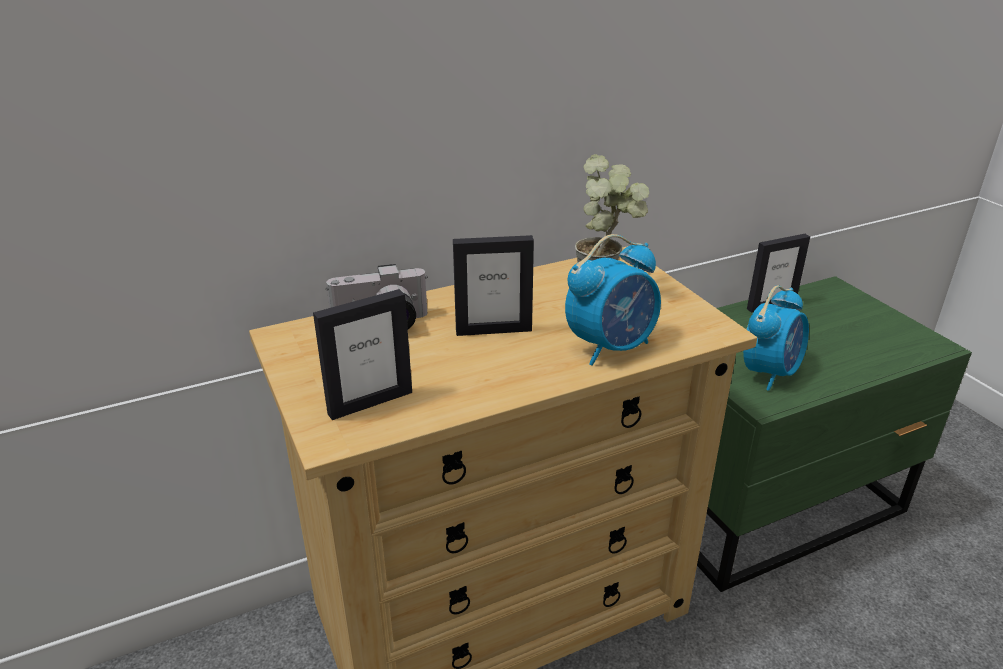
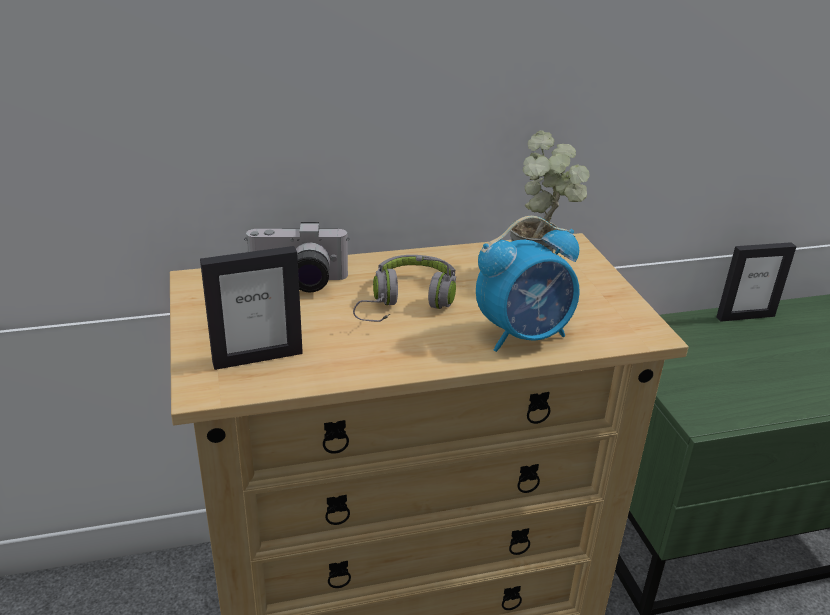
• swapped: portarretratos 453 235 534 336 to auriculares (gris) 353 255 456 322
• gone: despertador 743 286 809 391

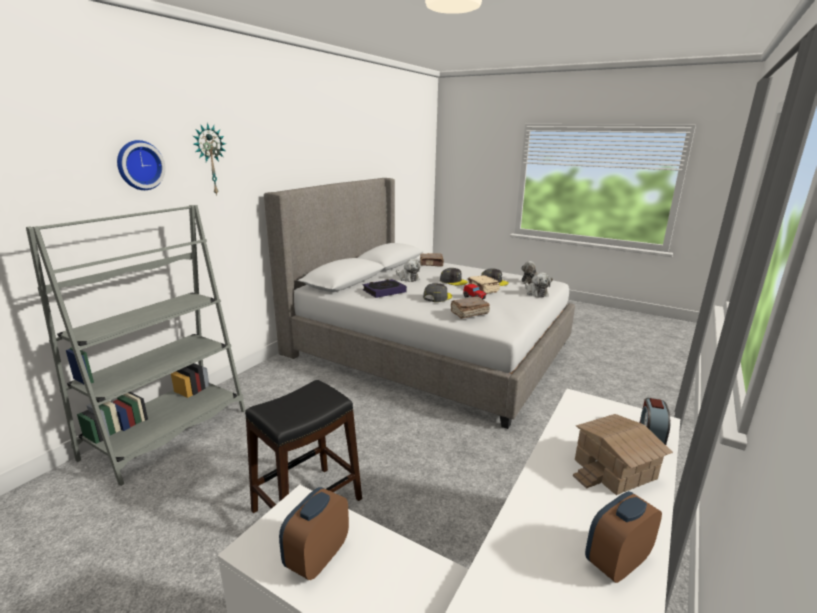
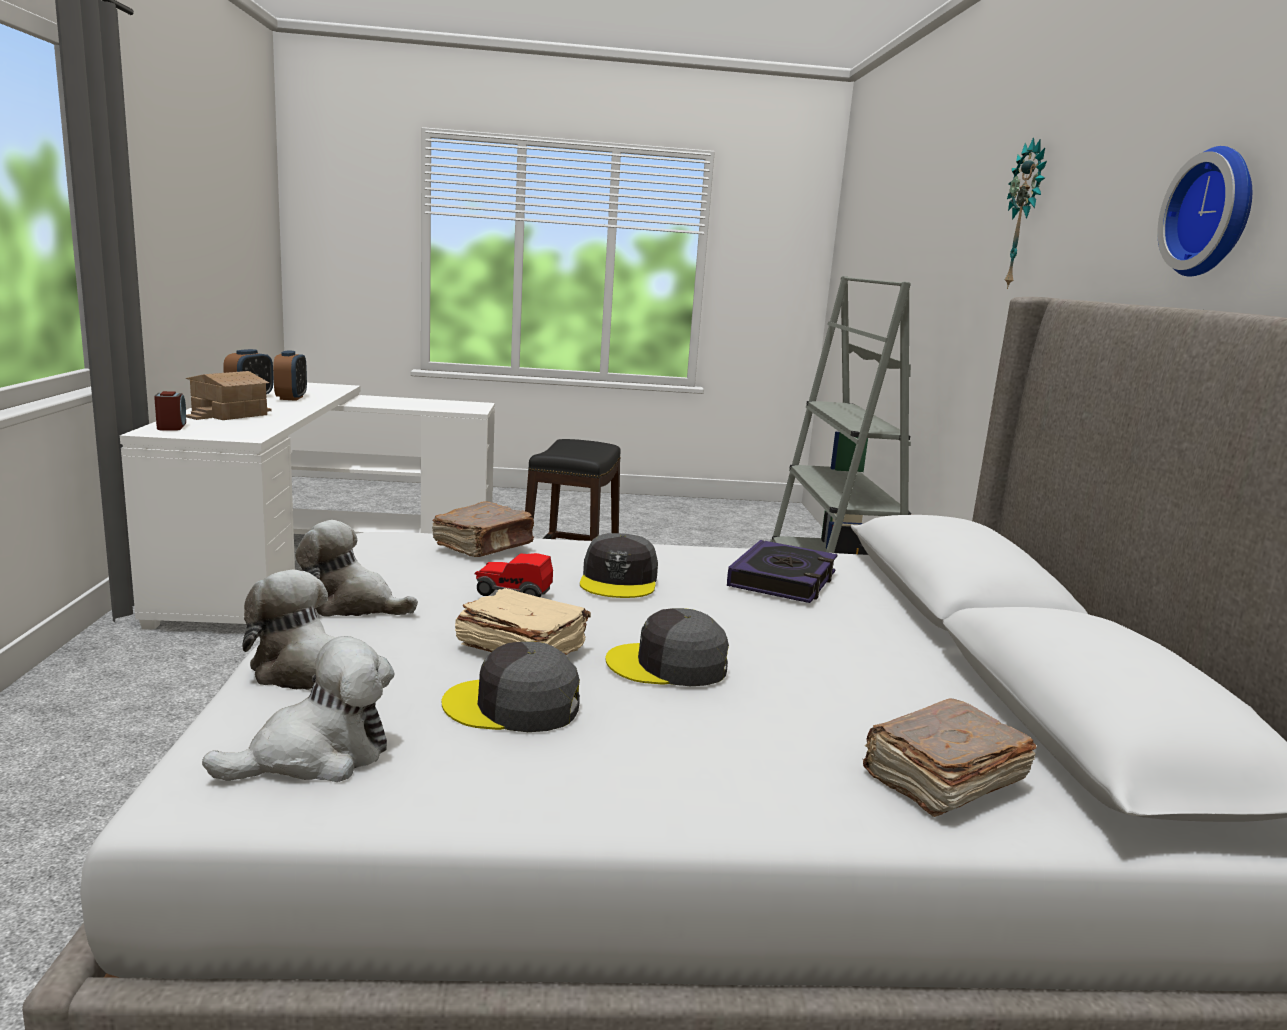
• shifted: despertador 279 487 349 580 to 273 350 307 401
• shifted: peluche 396 259 421 282 to 295 520 418 616
• shifted: reloj de pared 117 140 166 190 to 1157 146 1252 277

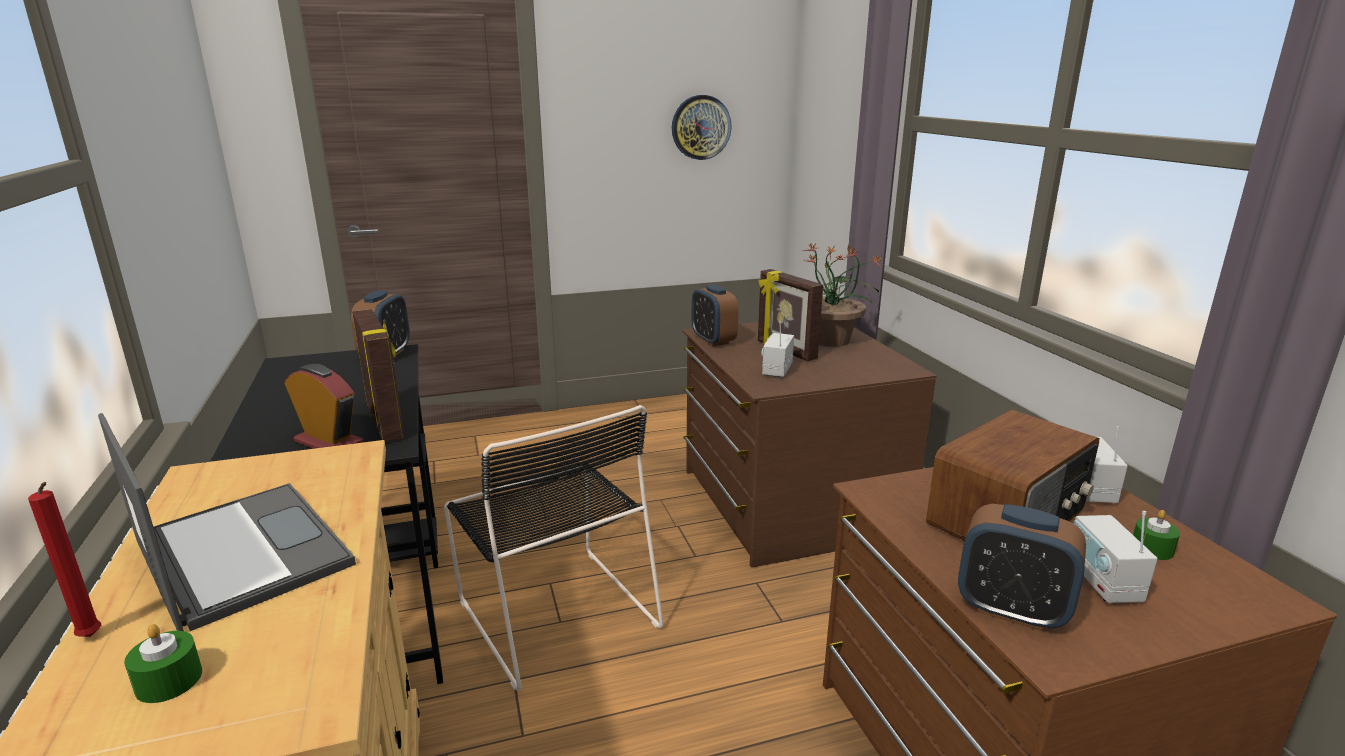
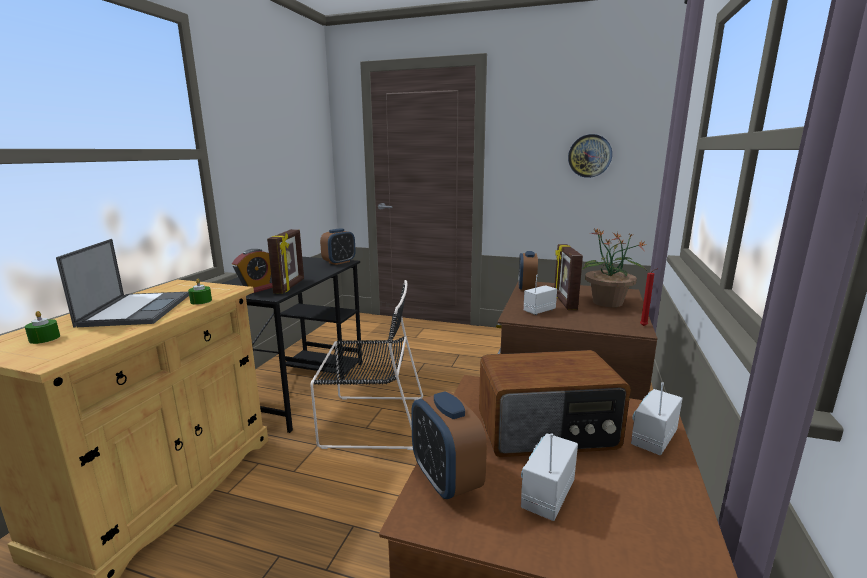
• shifted: vela (verde) 1133 510 1180 560 to 188 279 212 305
• rotated: despertador 284 364 364 449 = 232 249 273 294 60 degrees clockwise
• rotated: silla (negro) 444 405 664 691 = 310 280 423 450 90 degrees counterclockwise
• shifted: vela (rojo) 28 482 101 637 to 640 269 657 326

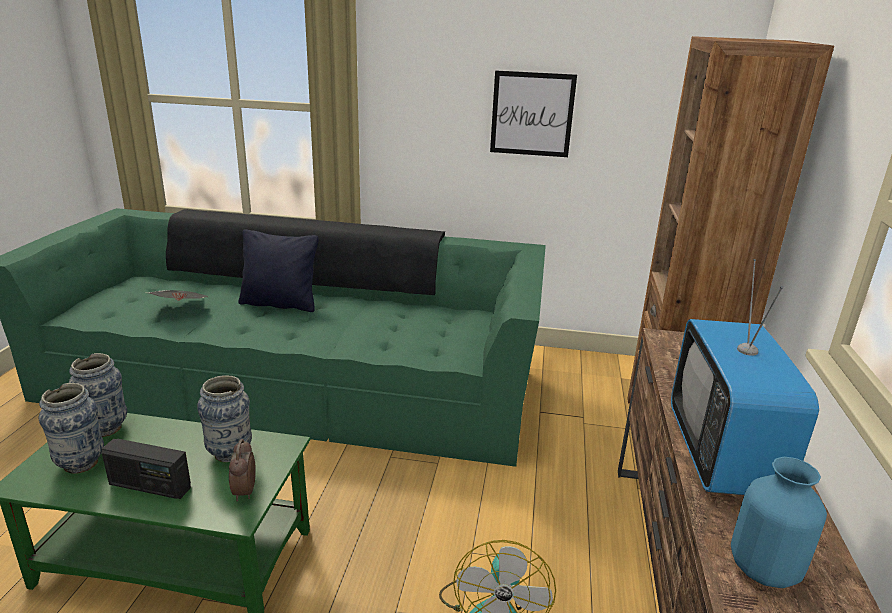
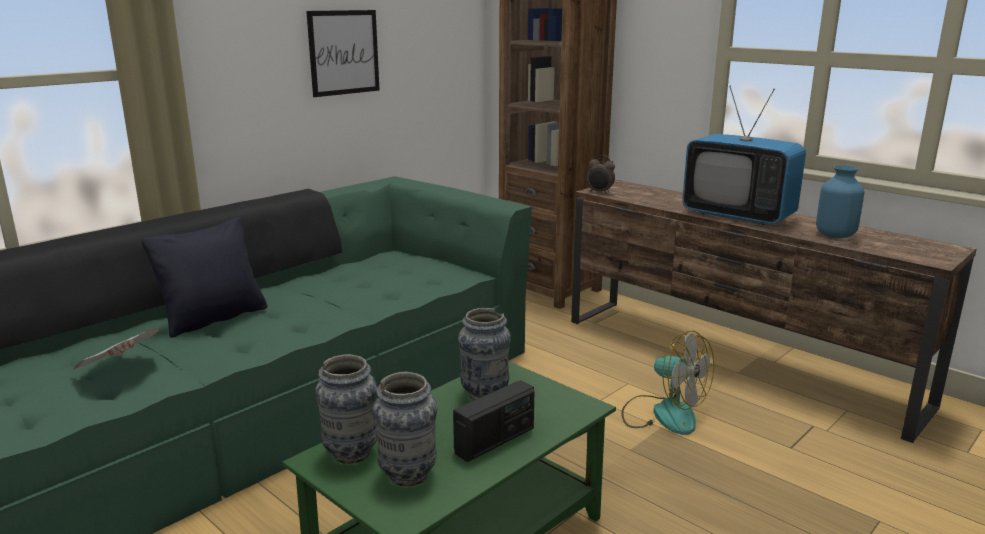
• shifted: despertador 229 439 256 501 to 587 155 615 194

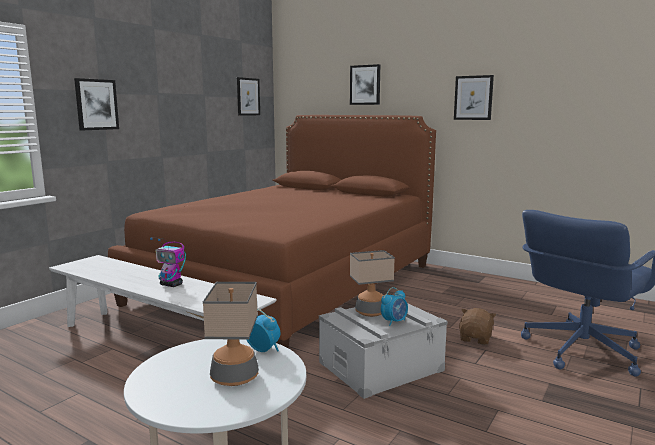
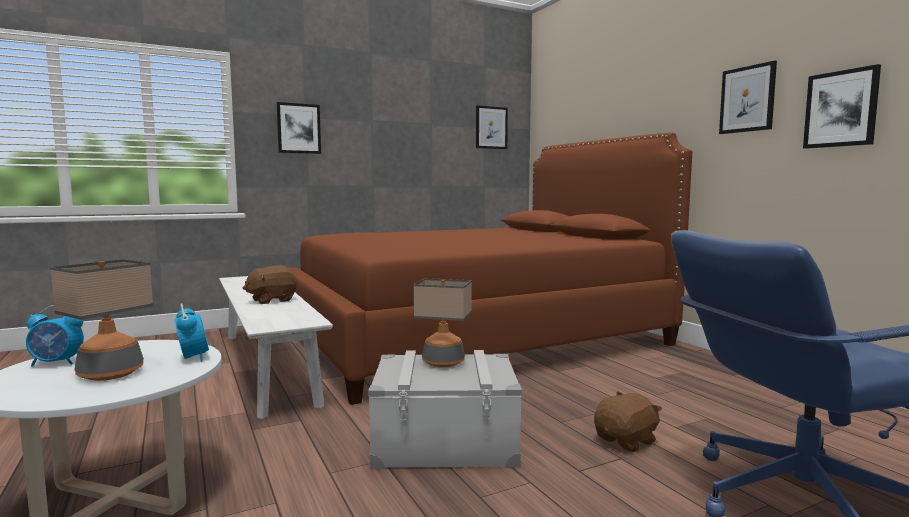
• shifted: despertador 381 287 408 326 to 26 305 84 367
• swapped: robot de juguete 150 237 186 287 to peluche (marrón) 243 265 297 304
• shifted: cuadro 350 64 380 105 to 803 64 881 149

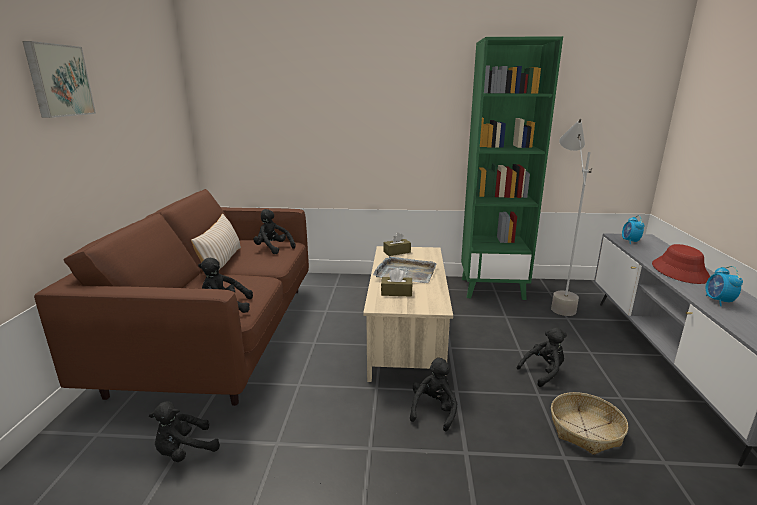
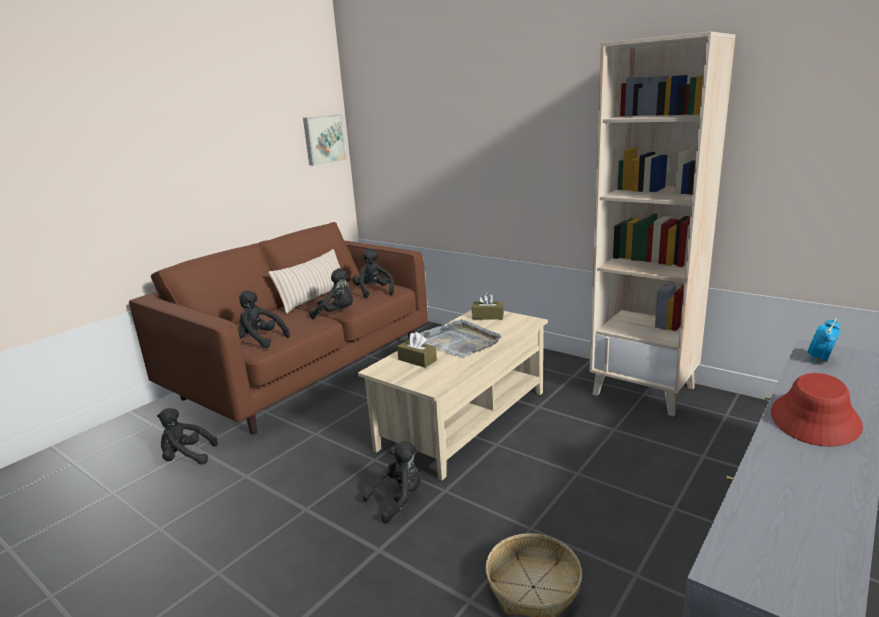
• shifted: cuadro 23 41 96 118 to 303 114 346 166
• shifted: peluche (negro) 517 327 567 387 to 309 268 353 319
• repainted: estantería (verde) 461 36 563 300 to estantería (beis) 590 32 736 416
• gone: lámpara de pie (gris) 551 119 593 316
• gone: despertador 706 266 743 306

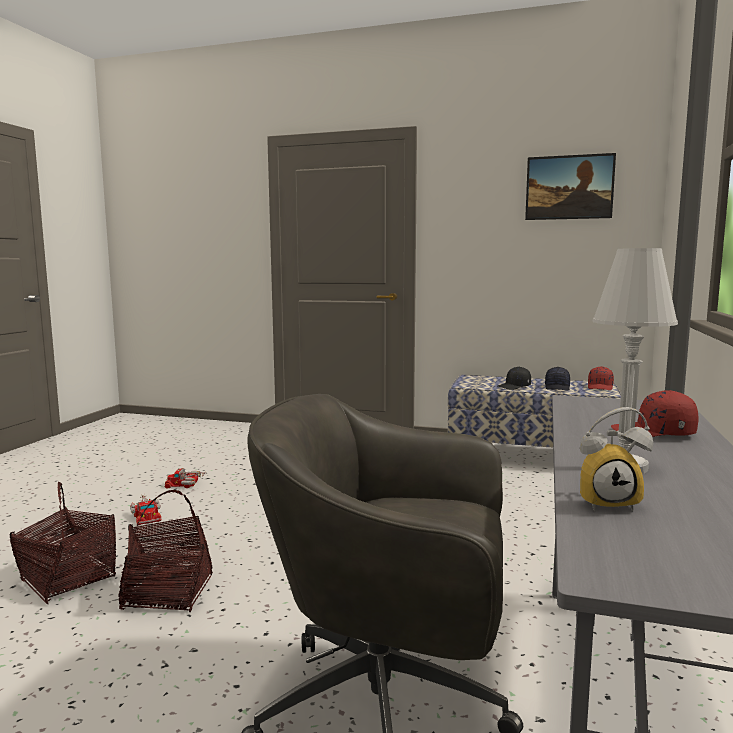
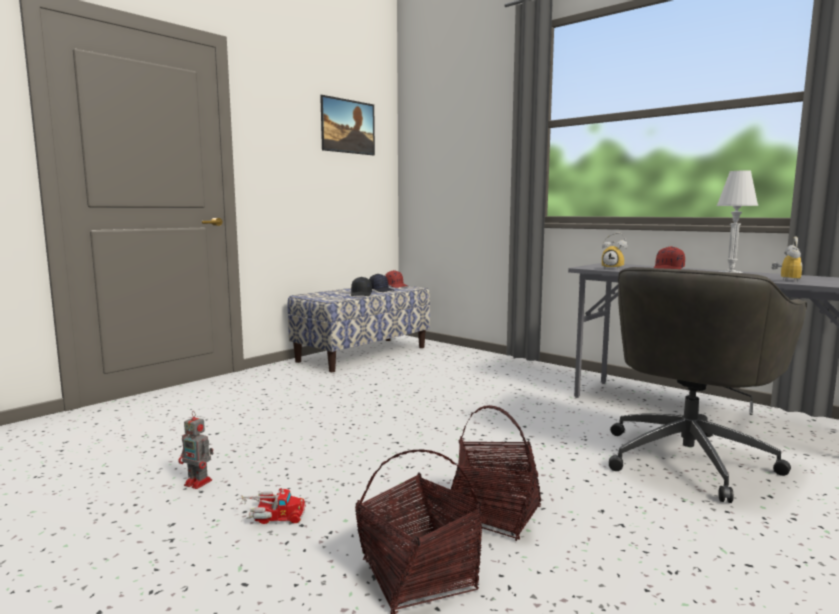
• swapped: camión de juguete 164 468 206 488 to robot de juguete 179 411 213 489
• new: despertador 602 232 628 269

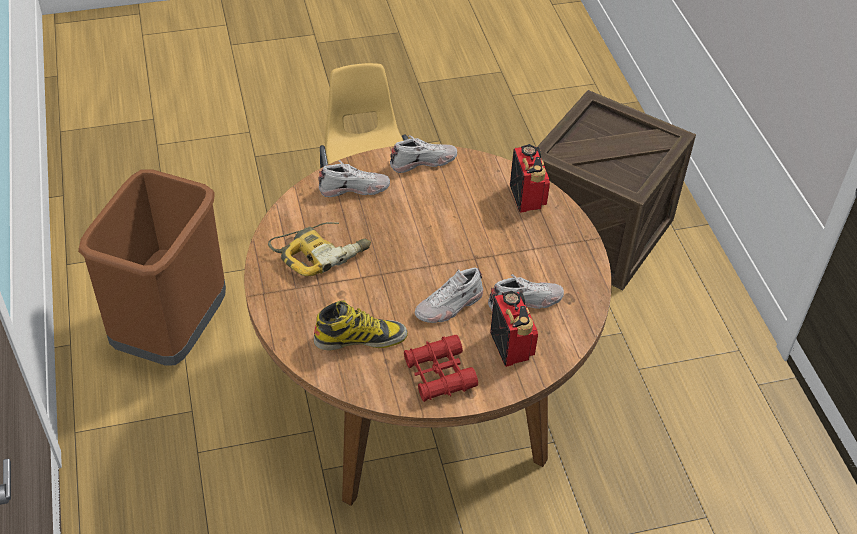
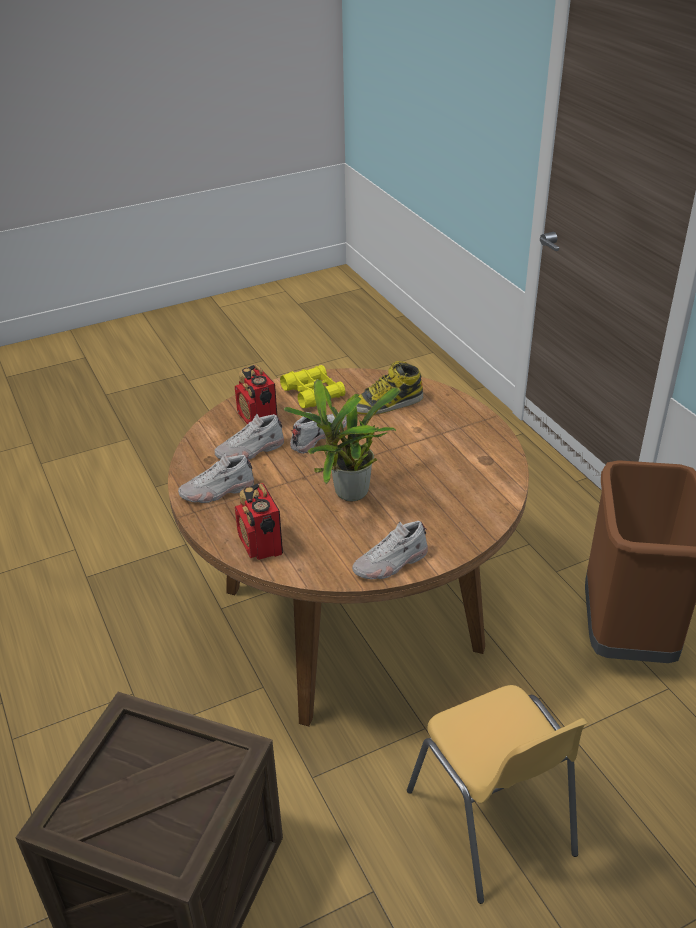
• shifted: zapato (blanco) 318 160 390 197 to 178 453 254 503
• repainted: prismáticos (rojo) 404 335 478 402 to prismáticos (amarillo) 280 365 346 408
• new: planta en maceta 284 379 400 502
• gone: taladro 268 222 371 276

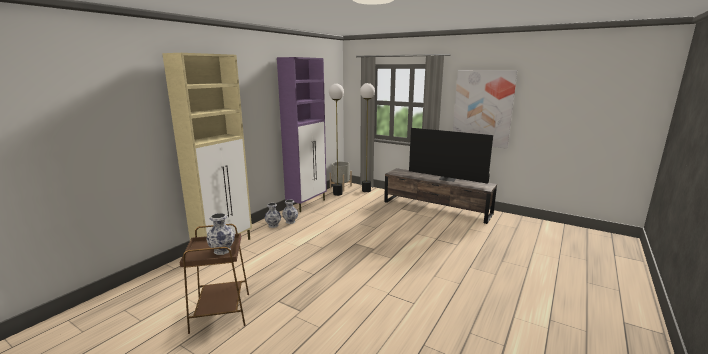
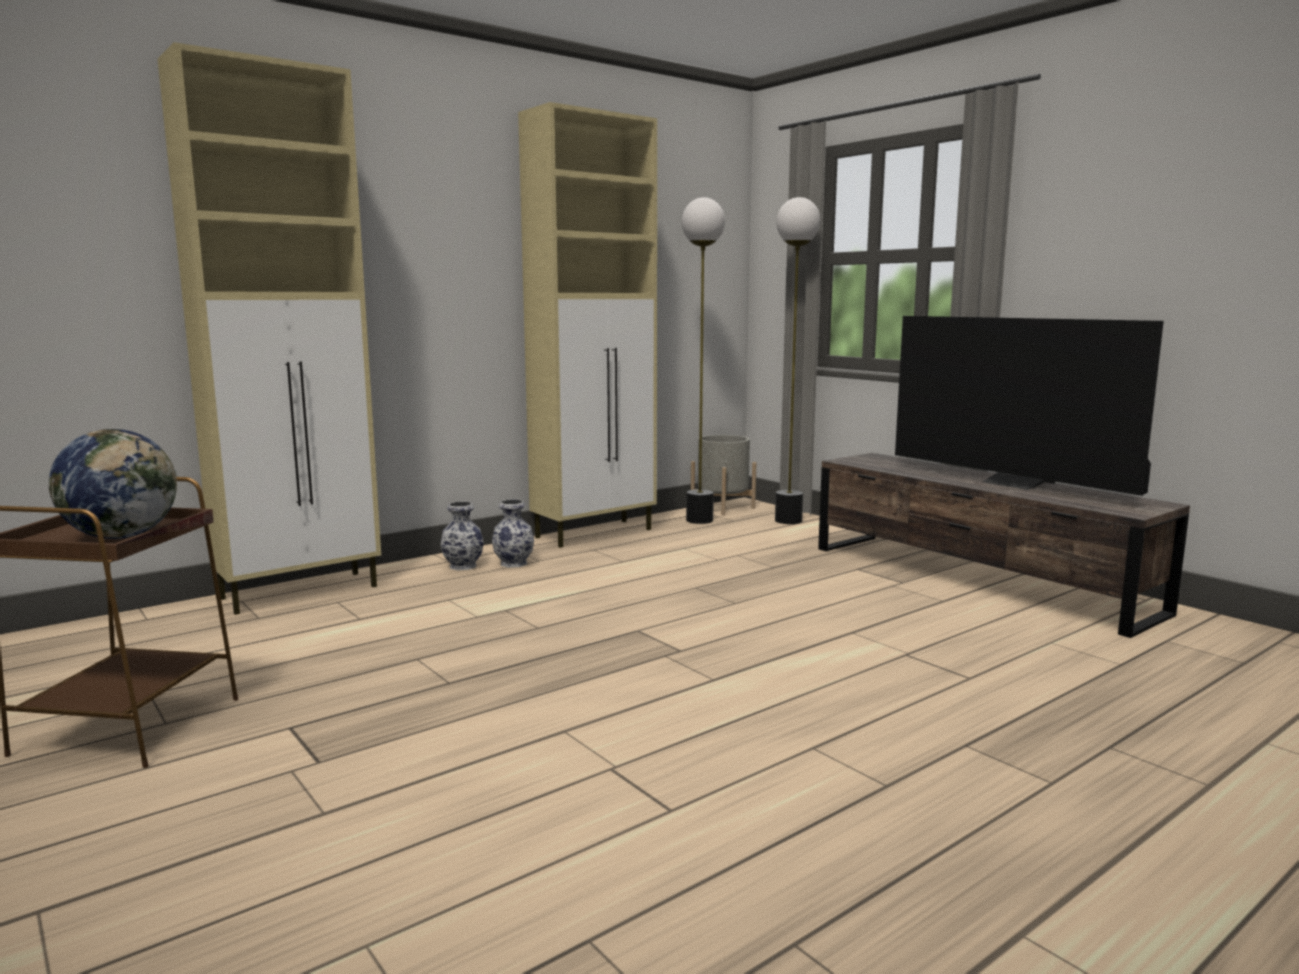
• swapped: florero 206 213 235 255 to globo terráqueo 49 429 177 539
• repainted: armario (morado) 277 57 327 213 to armario (beis) 518 102 657 548
• gone: cuadro 453 70 518 149

